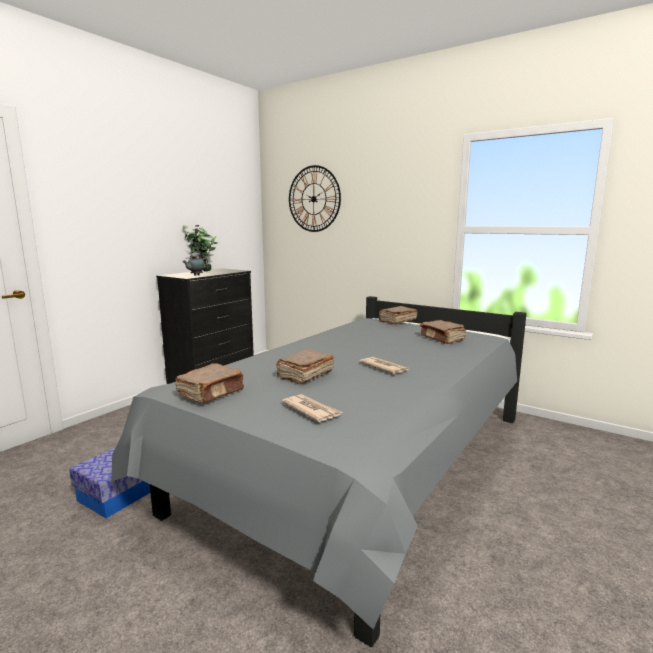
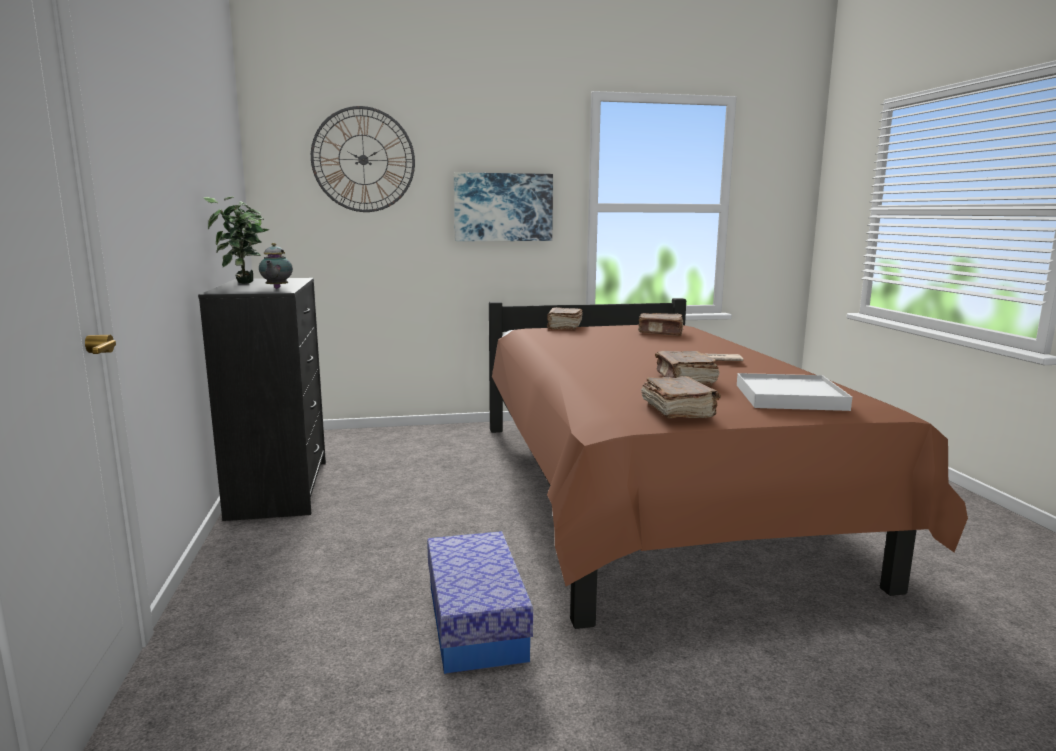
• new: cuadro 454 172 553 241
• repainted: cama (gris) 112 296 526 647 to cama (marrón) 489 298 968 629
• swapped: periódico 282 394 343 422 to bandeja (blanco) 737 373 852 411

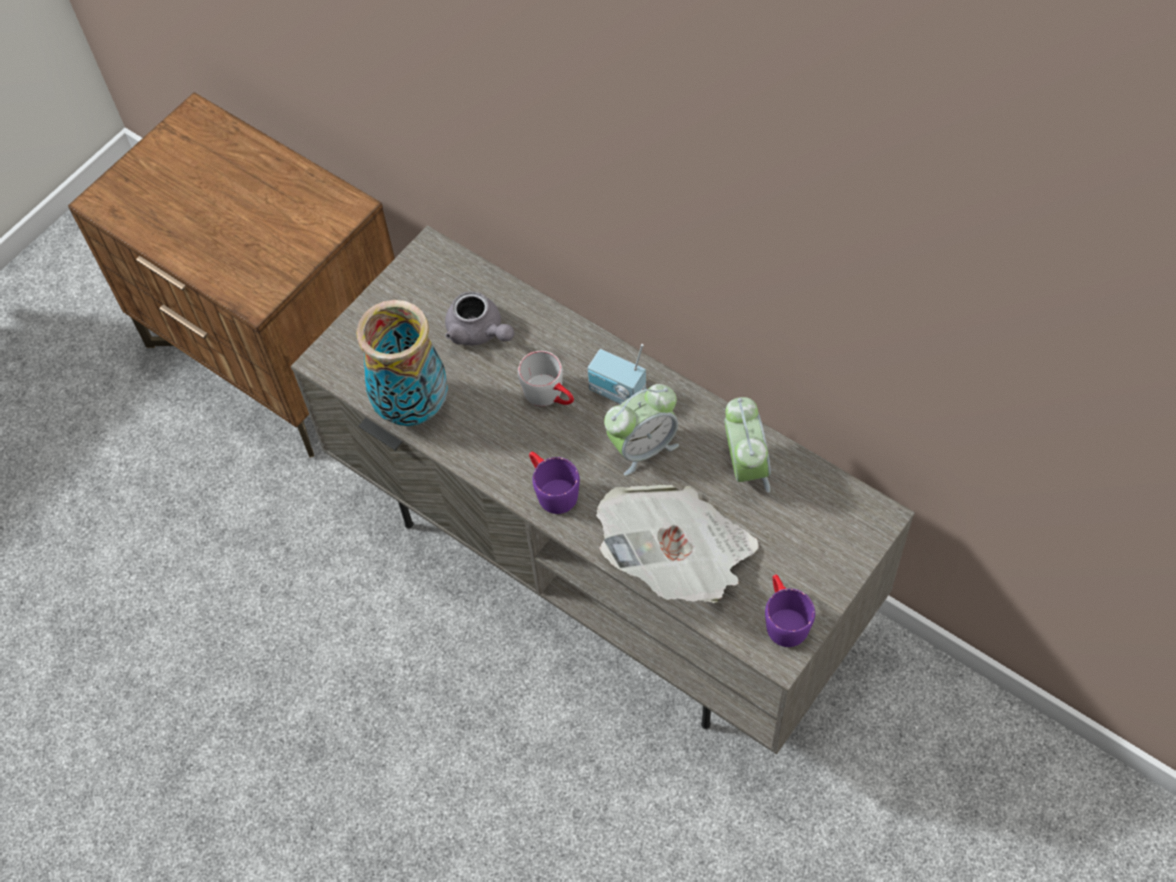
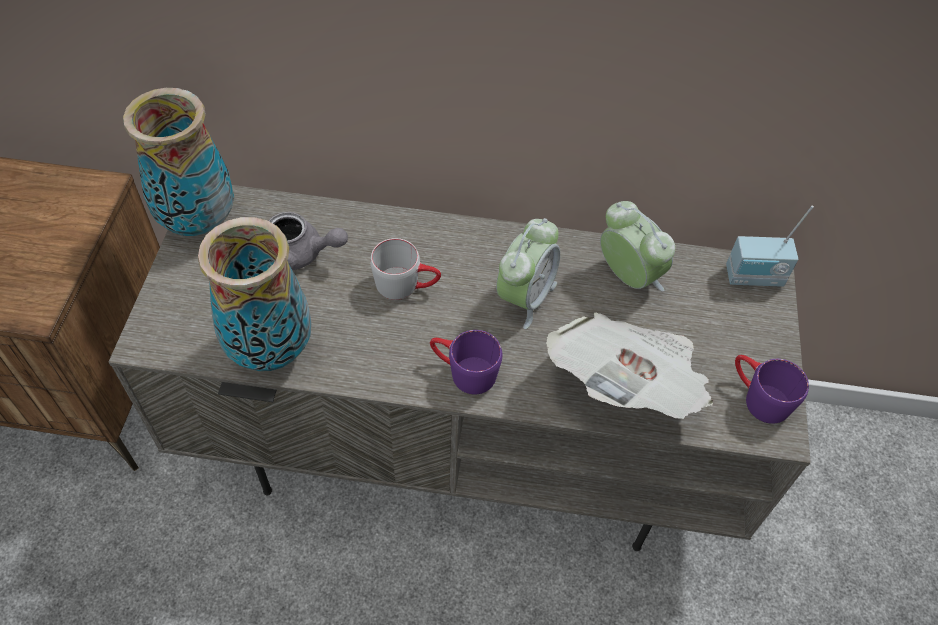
• new: florero 123 88 234 236
• shifted: radio 587 344 646 404 to 726 205 814 287

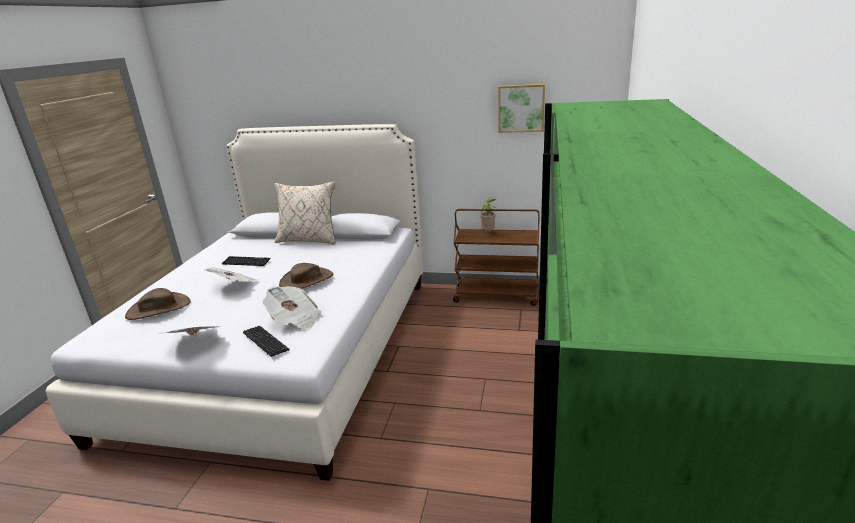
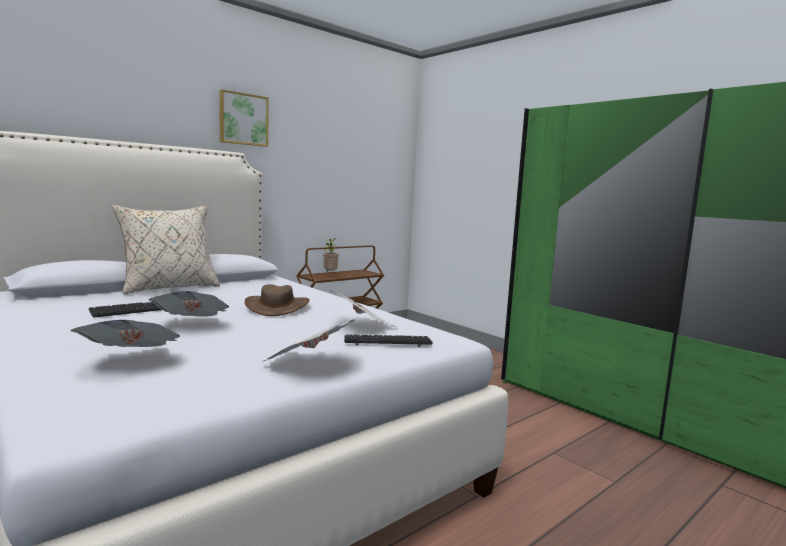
• swapped: sombrero (marrón) 125 288 191 320 to periódico 71 320 180 347
• shifted: cuadro 498 84 545 133 to 219 89 269 147

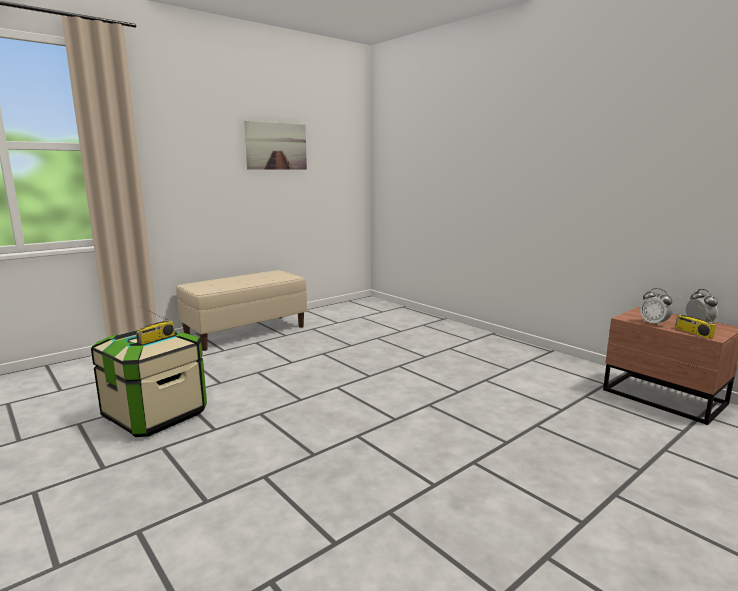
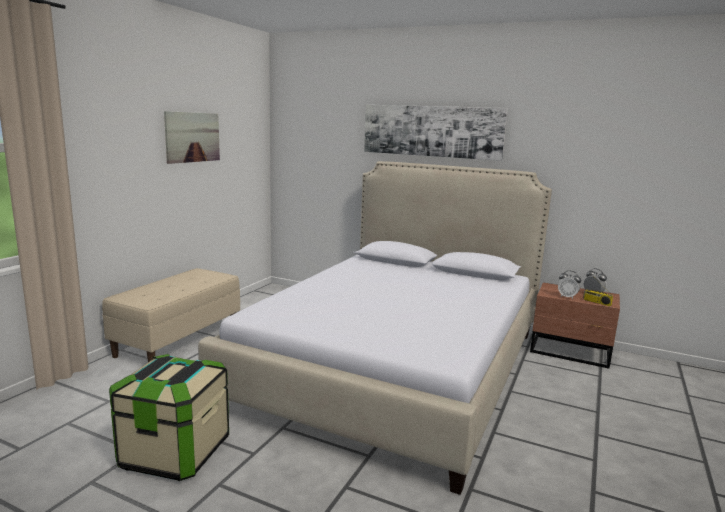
• new: cama 198 161 552 495
• new: cuadro 364 105 508 161
• gone: radio 136 306 175 345

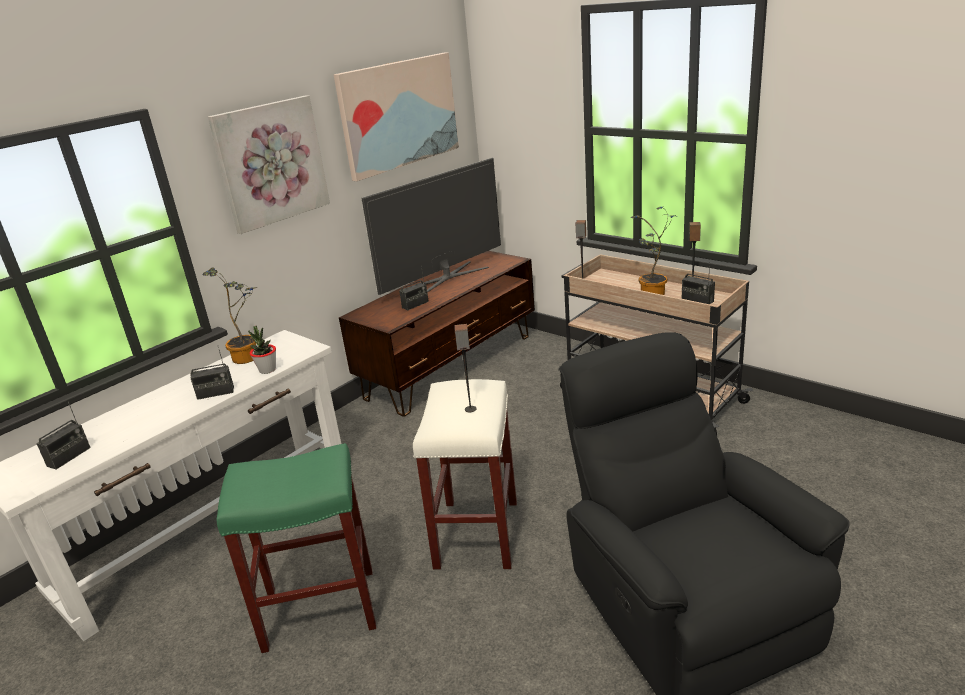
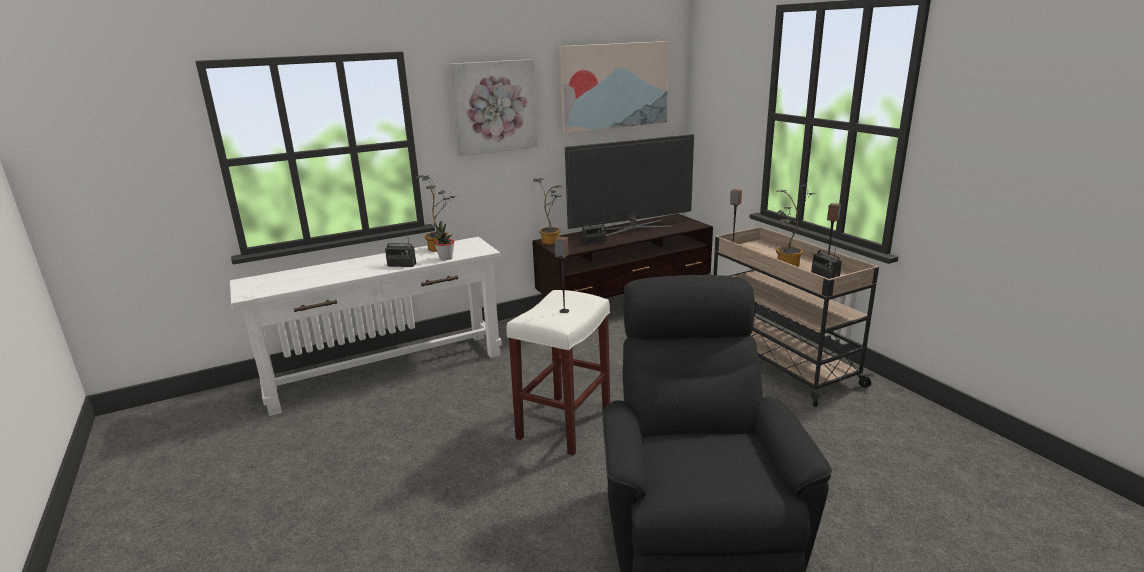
• new: planta en maceta 533 178 561 245
• gone: radio 36 399 91 470
• gone: taburete (verde) 216 443 376 653

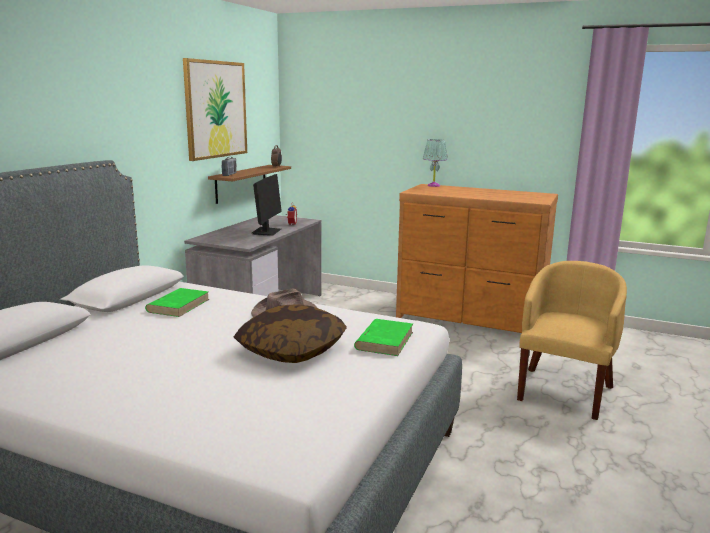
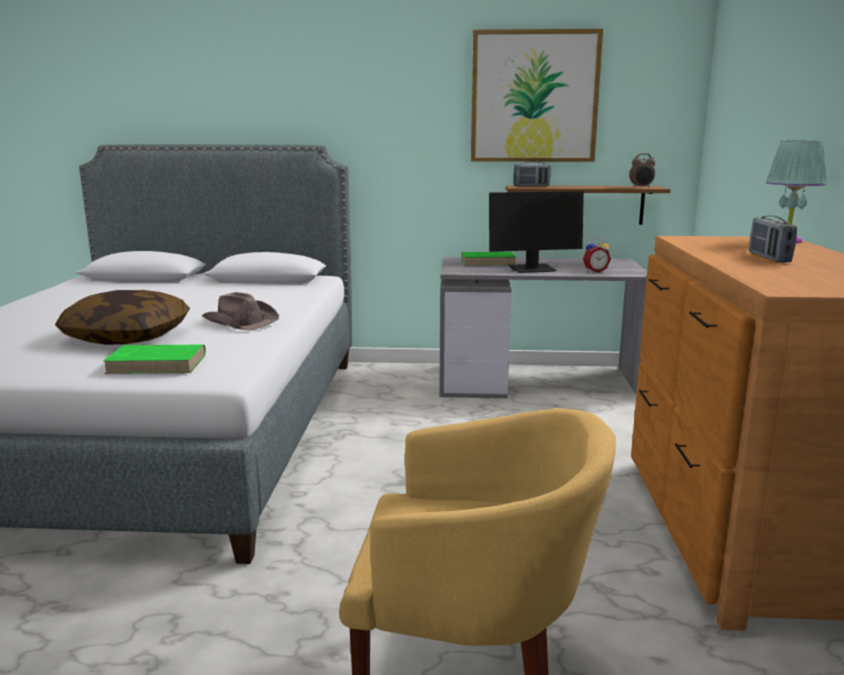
• shifted: libro (verde) 145 288 209 317 to 462 252 516 266
• new: radio 749 215 797 263

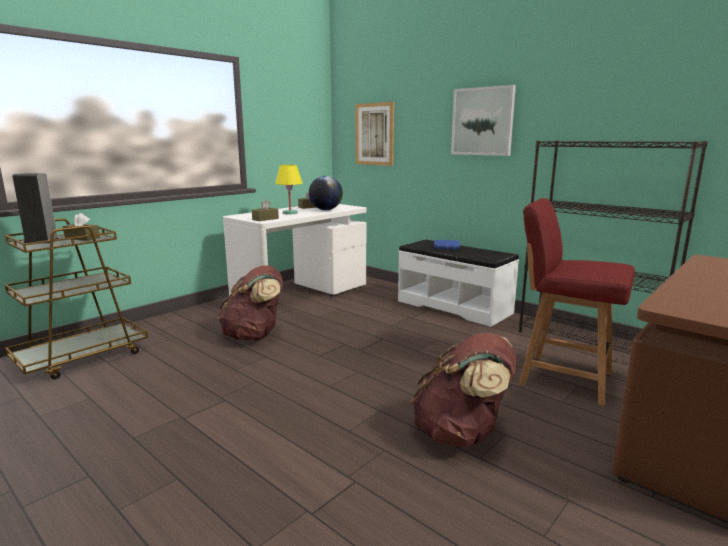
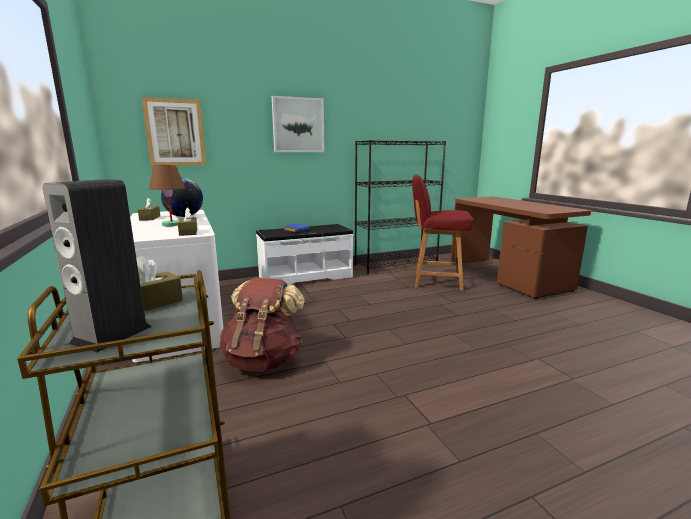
• repainted: lámpara de mesa (amarillo) 275 165 303 215 to lámpara de mesa (marrón) 149 165 185 227
• rotated: silla (rojo) 519 198 635 406 = 412 175 473 291 45 degrees clockwise
• gone: mochila (marrón) 411 333 516 447

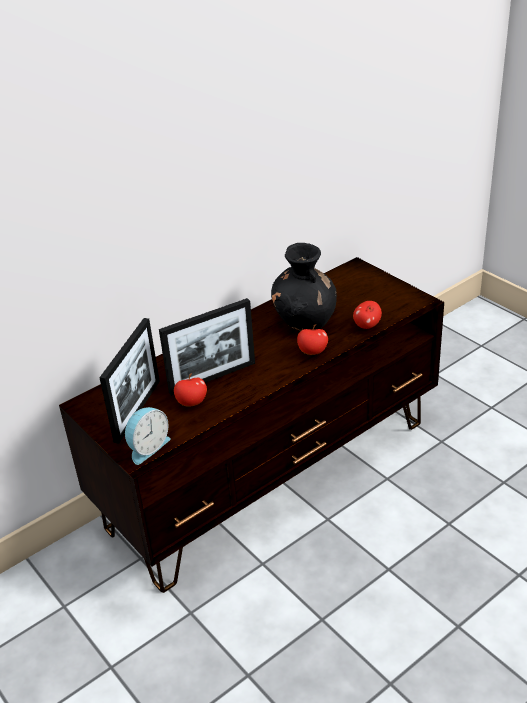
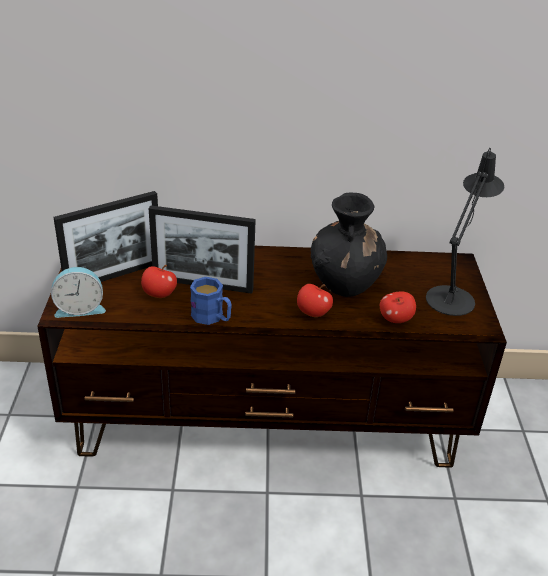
• new: taza grande (azul) 190 277 232 325
• new: lámpara de mesa (negro) 426 148 504 316

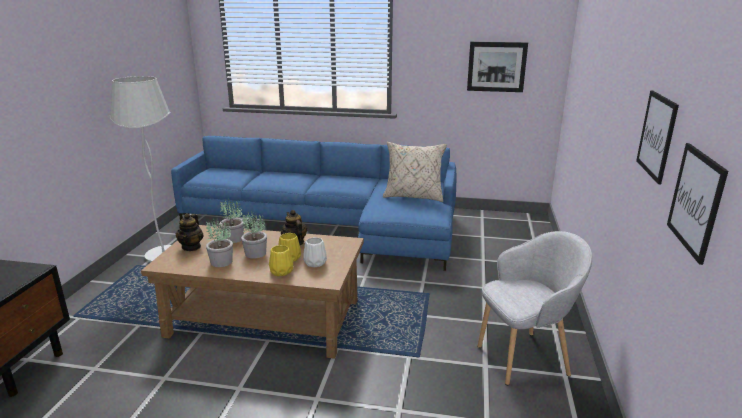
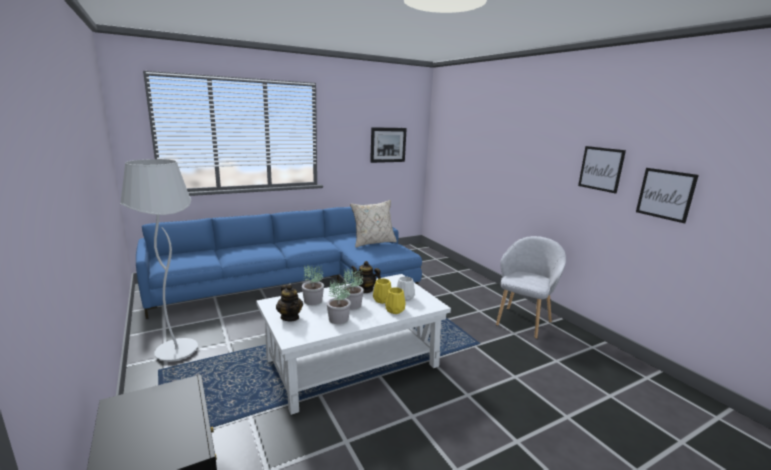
• repainted: mesa de centro (marrón) 141 225 364 359 to mesa de centro (blanco) 256 274 451 415

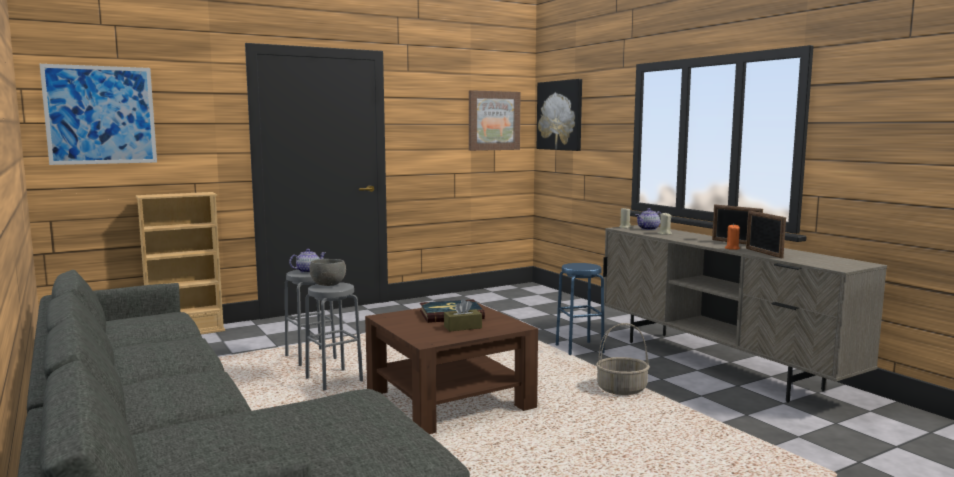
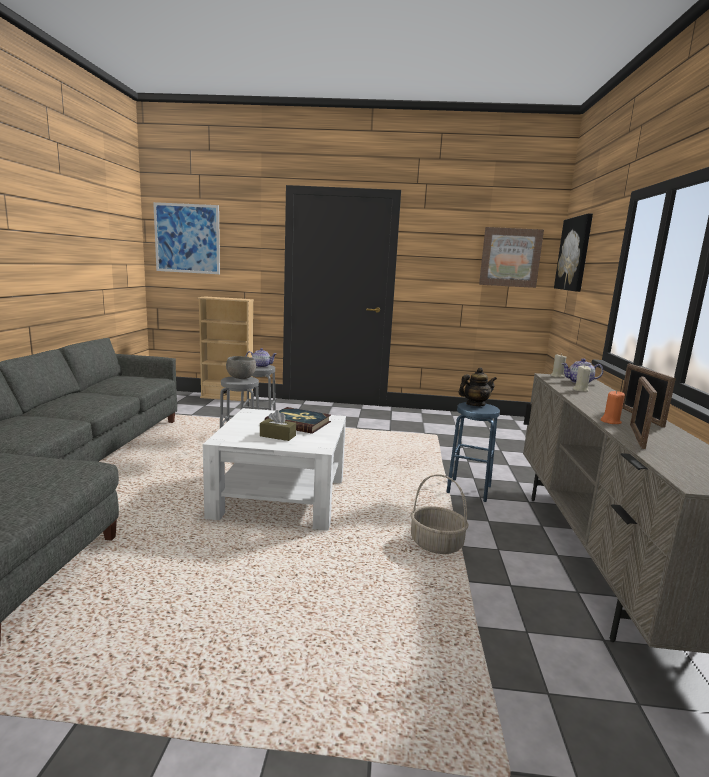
• repainted: mesa de centro (marrón) 365 302 538 434 to mesa de centro (blanco) 203 408 346 531
• new: tetera 458 367 497 406

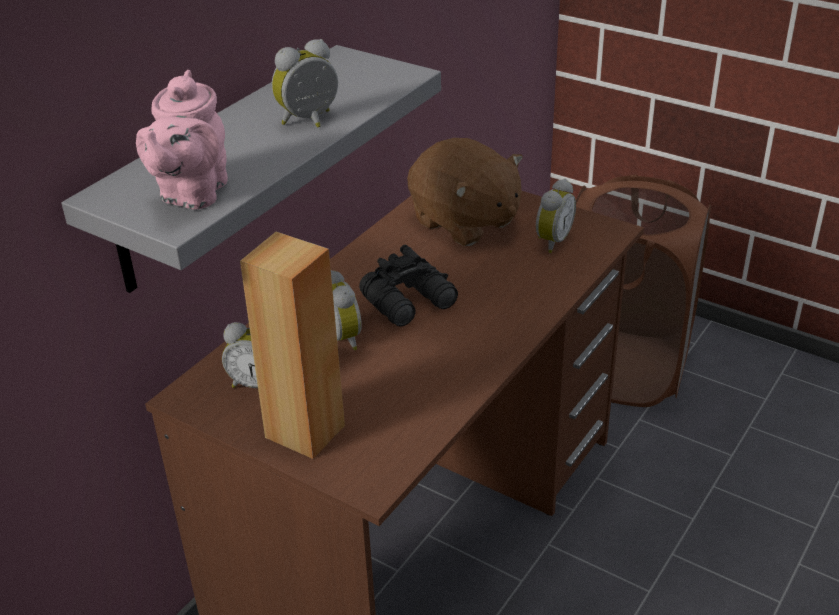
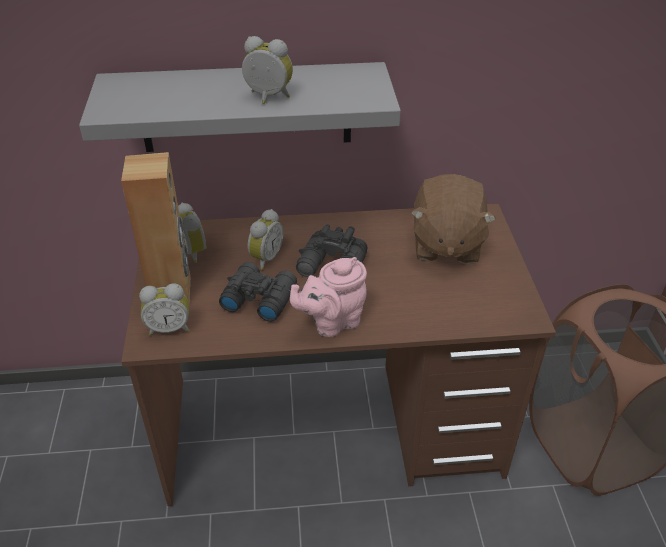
• shifted: despertador 536 179 576 253 to 139 283 189 336
• new: prismáticos (negro) 219 262 297 322
• shifted: tetera (rosa) 136 70 228 210 to 290 257 367 337

